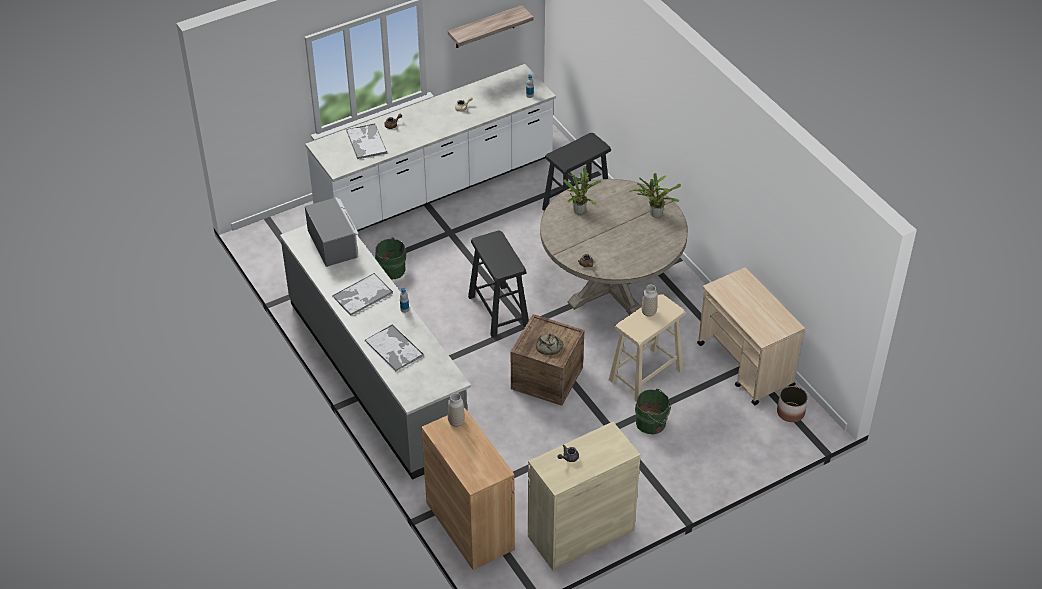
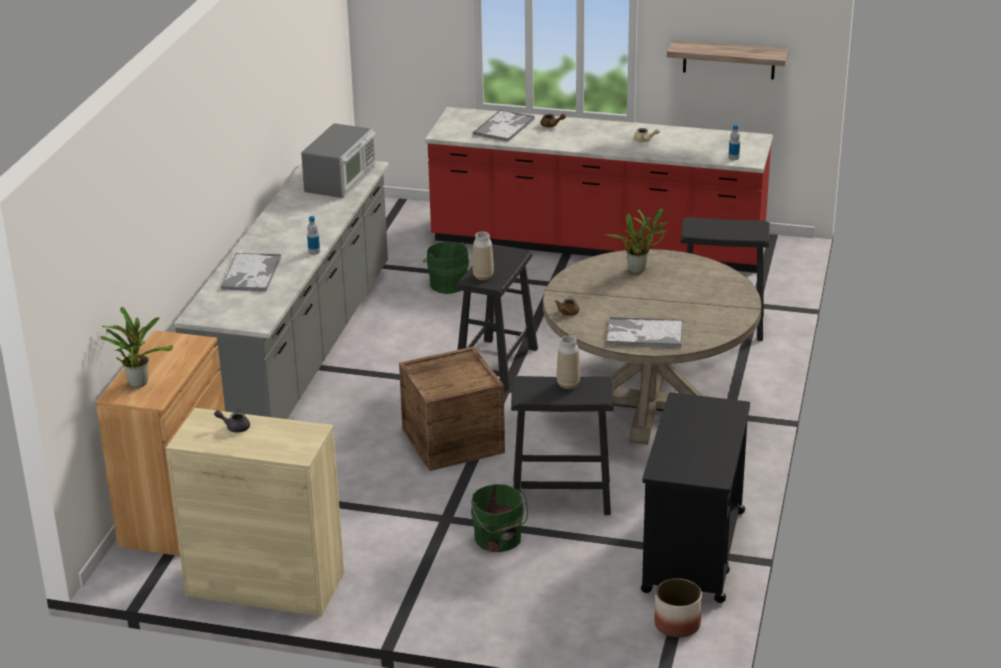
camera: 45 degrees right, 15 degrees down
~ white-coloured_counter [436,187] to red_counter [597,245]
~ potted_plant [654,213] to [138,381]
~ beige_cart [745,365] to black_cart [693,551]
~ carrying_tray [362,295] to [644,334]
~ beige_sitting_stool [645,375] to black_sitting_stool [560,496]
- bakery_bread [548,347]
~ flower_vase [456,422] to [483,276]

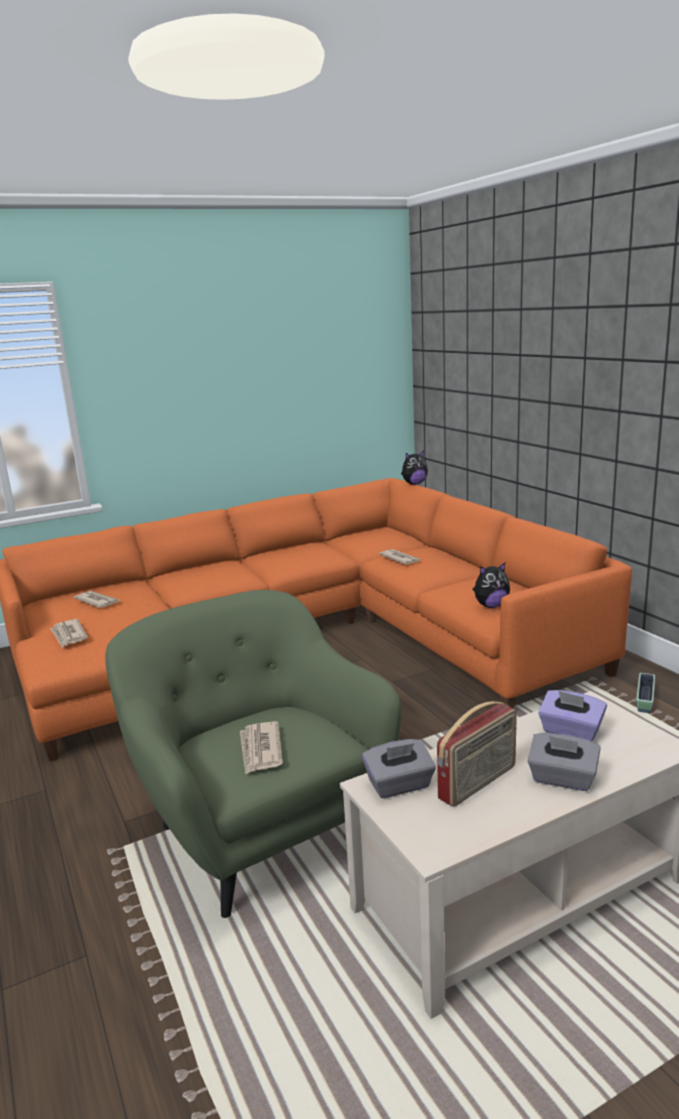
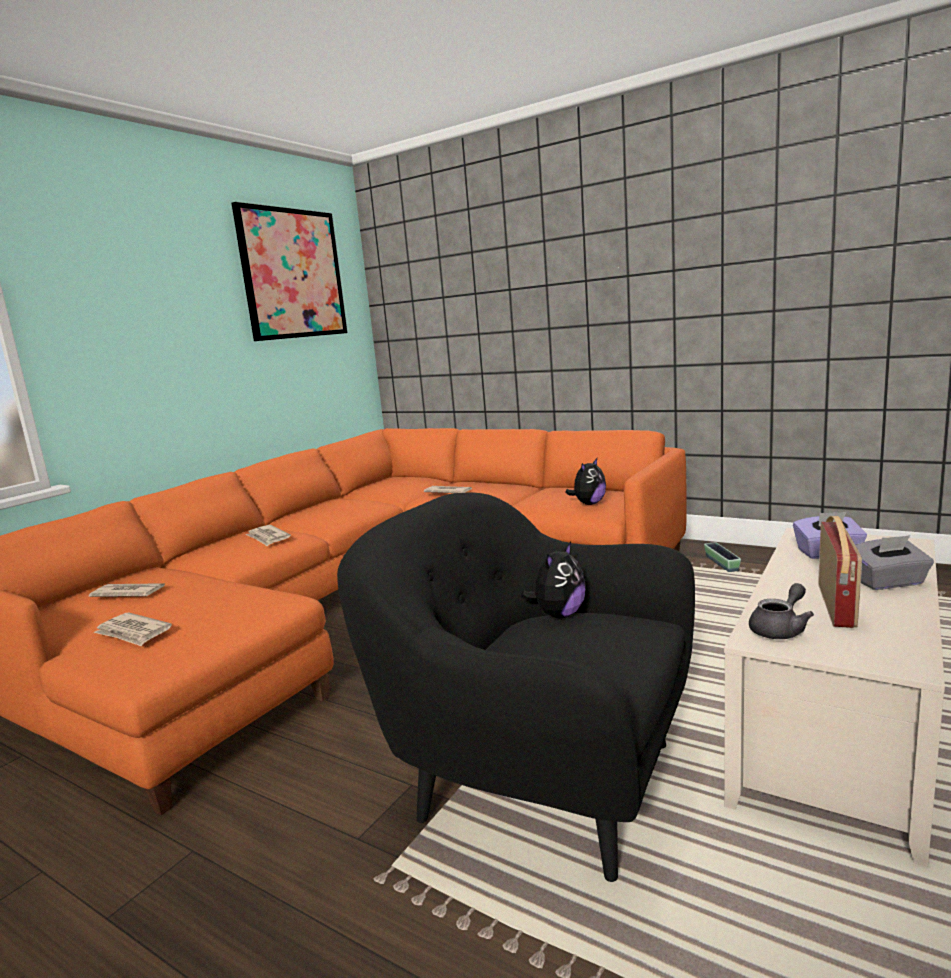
camera: 30 degrees left, 5 degrees down
~ soft_toy [414,484] to [558,614]
~ greenish_armchair [260,830] to black_armchair [538,778]
~ newspaper [260,750] to [268,537]
~ greyish_box_of_tissues [399,785] to greyish_pot_for_tea [780,629]
+ picture [292,274]

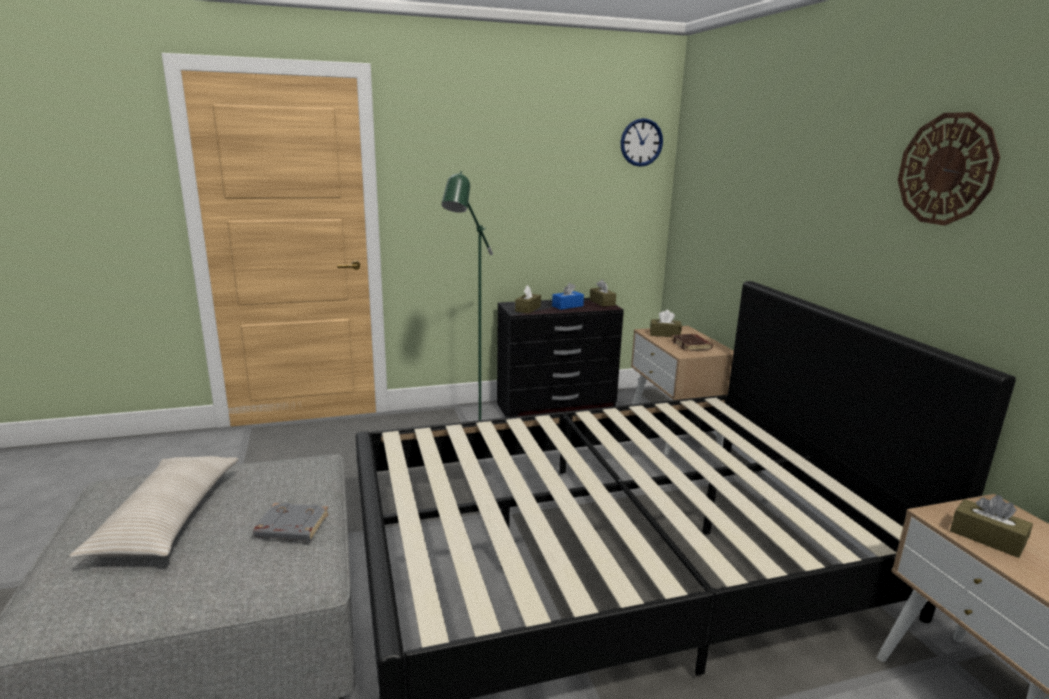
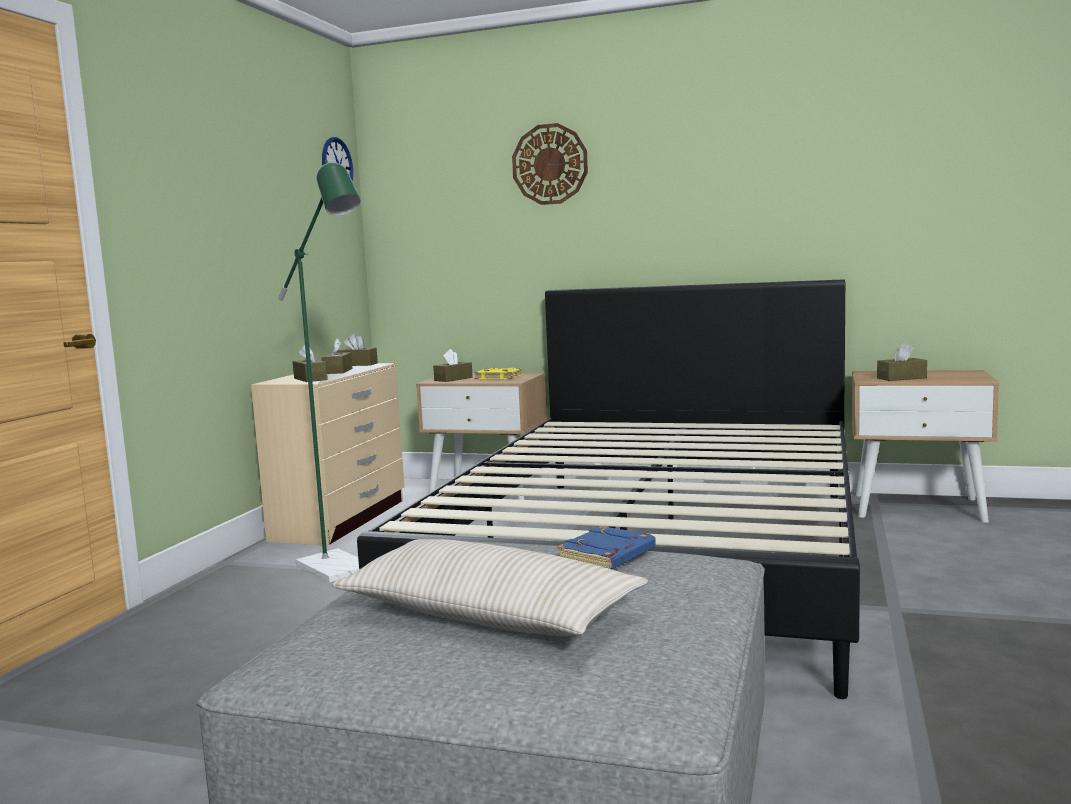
camera: 55 degrees left, 10 degrees down
~ wall_clock [946,169] to [550,164]
~ blue-coloured_box_of_tissues [567,306] to brownish_box_of_tissues [338,371]
~ black_drawer_chest [556,407] to beige_drawer_chest [342,519]
~ brownish_book [691,345] to yellow_book [499,377]
~ greyish_book [291,528] to blue-coloured_book [607,556]

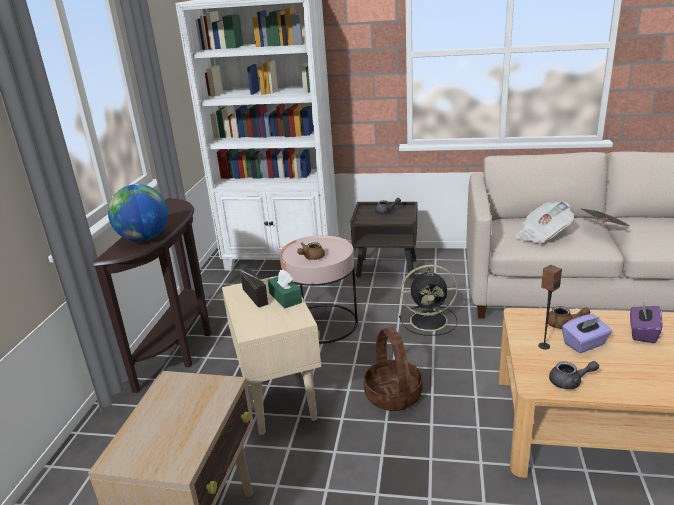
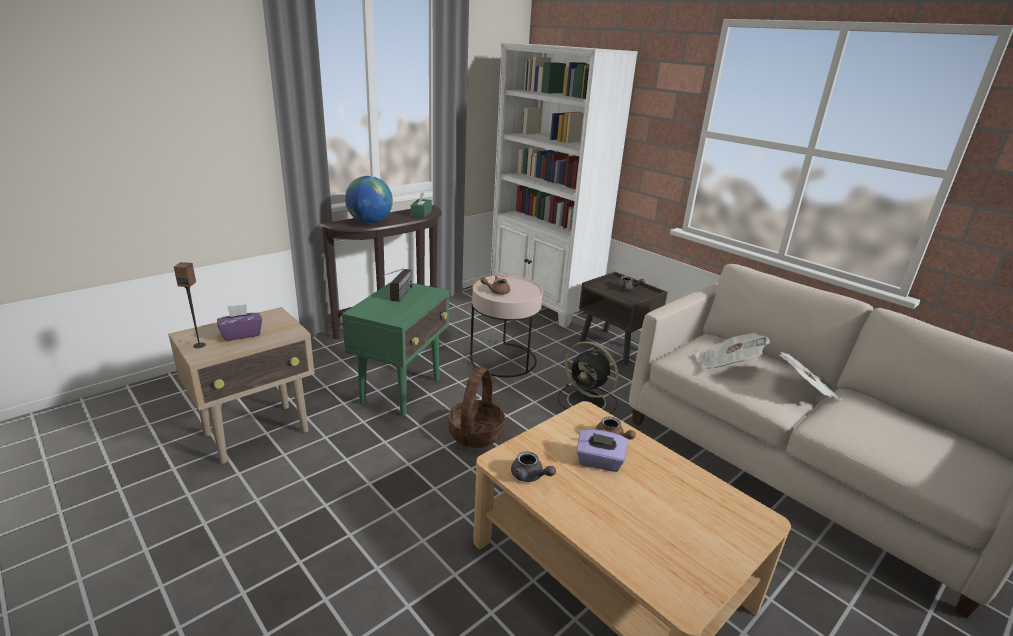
camera: 35 degrees right, 0 degrees up
~ loudspeaker [543,346] to [199,345]
~ greenish_box_of_tissues [285,298] to [421,213]
~ beige_end_table [279,399] to greenish_end_table [402,390]
~ purple-coloured_box_of_tissues [642,333] to [241,334]

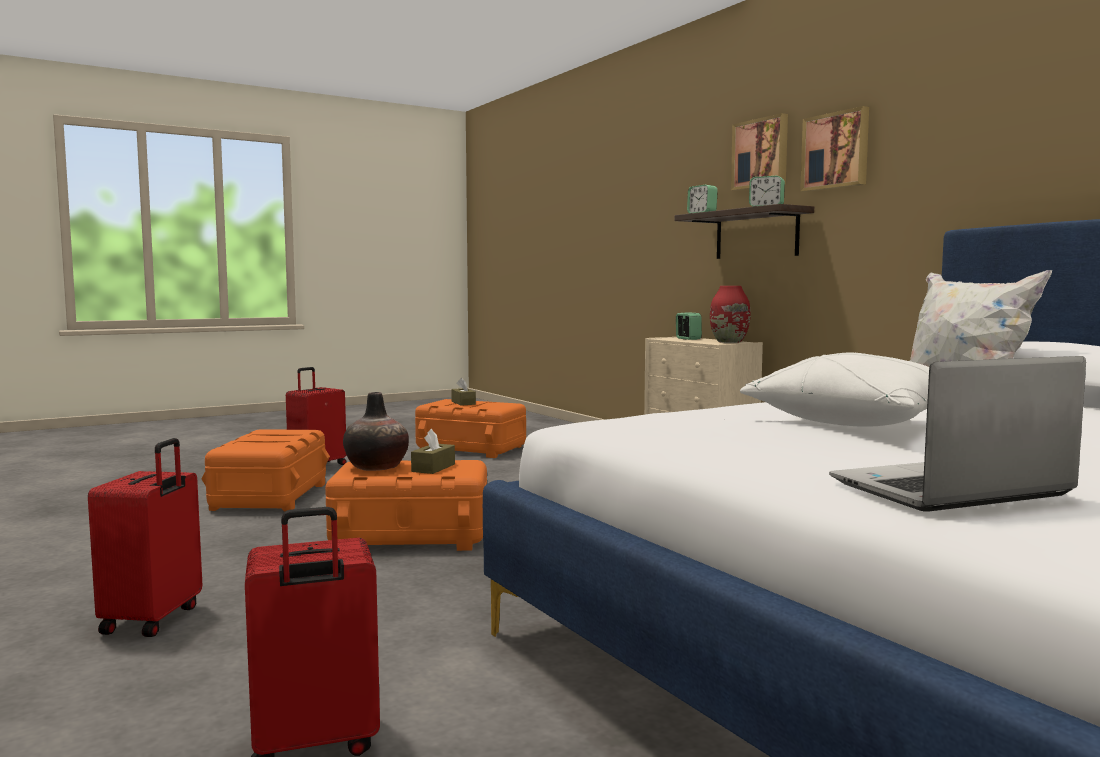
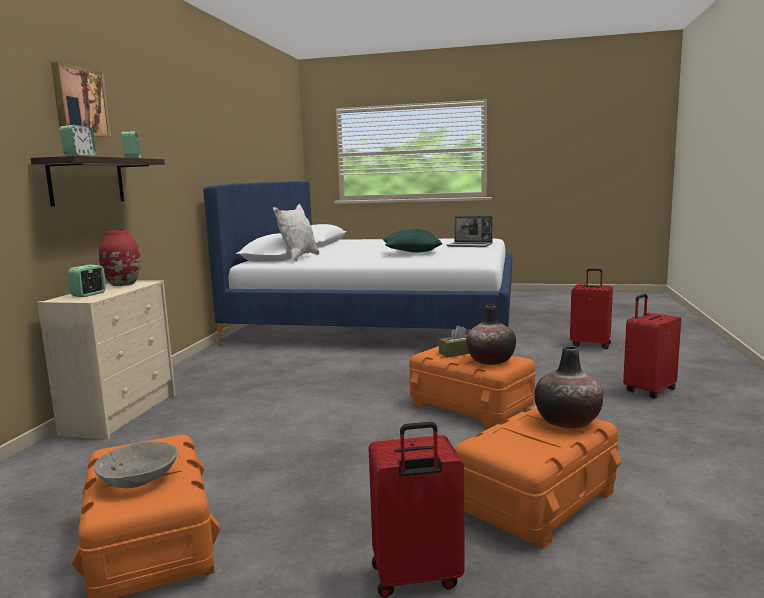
camera: 135 degrees left, 5 degrees up
- picture [836,151]
~ white-coloured_throw_pillow [853,420] to greenish_throw_pillow [411,252]
~ brownish_box_of_tissues [463,403] to greyish_bowl [139,479]
+ flower_vase [567,421]

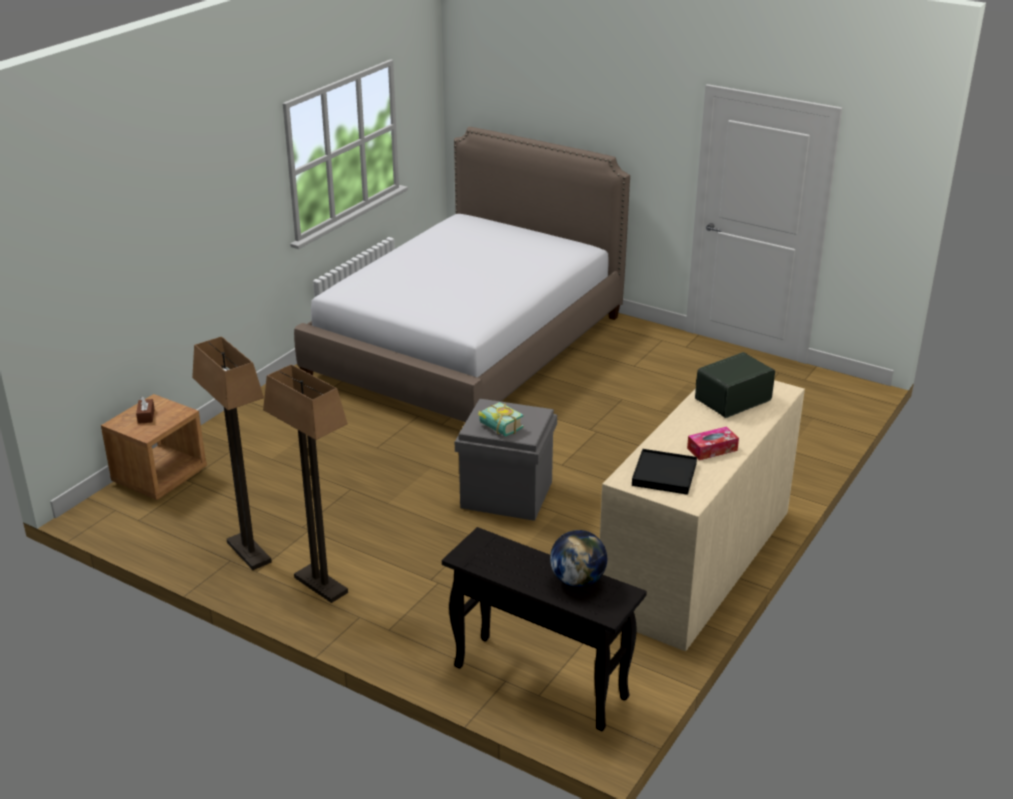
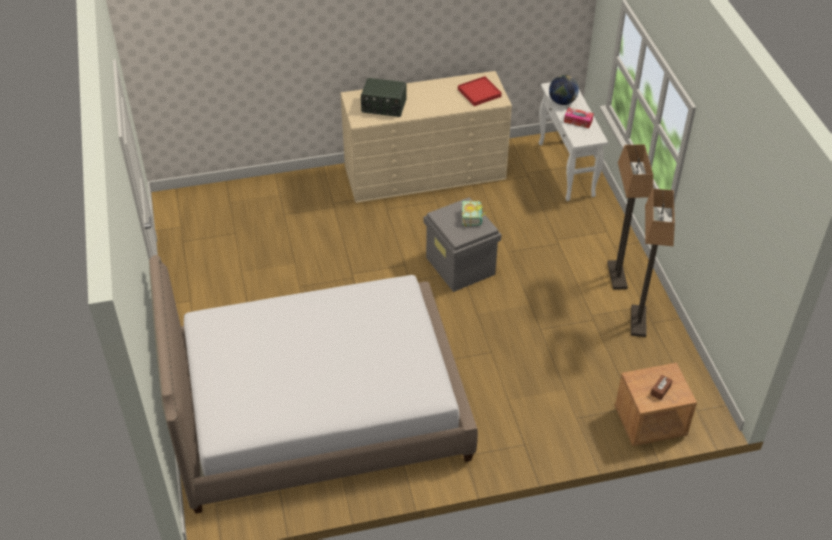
camera: 135 degrees left, 15 degrees up
~ box_of_tissues [712,449] to [578,121]
~ black_carrying_tray [664,474] to red_carrying_tray [479,93]
~ black_hall_table [538,682] to white-coloured_hall_table [566,170]

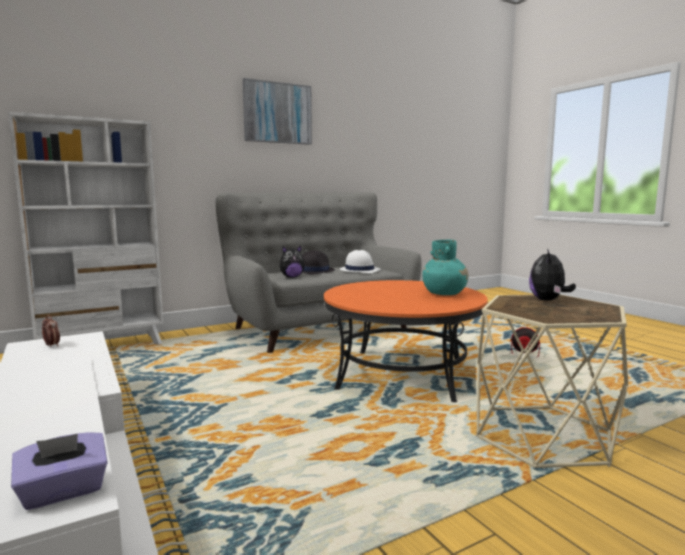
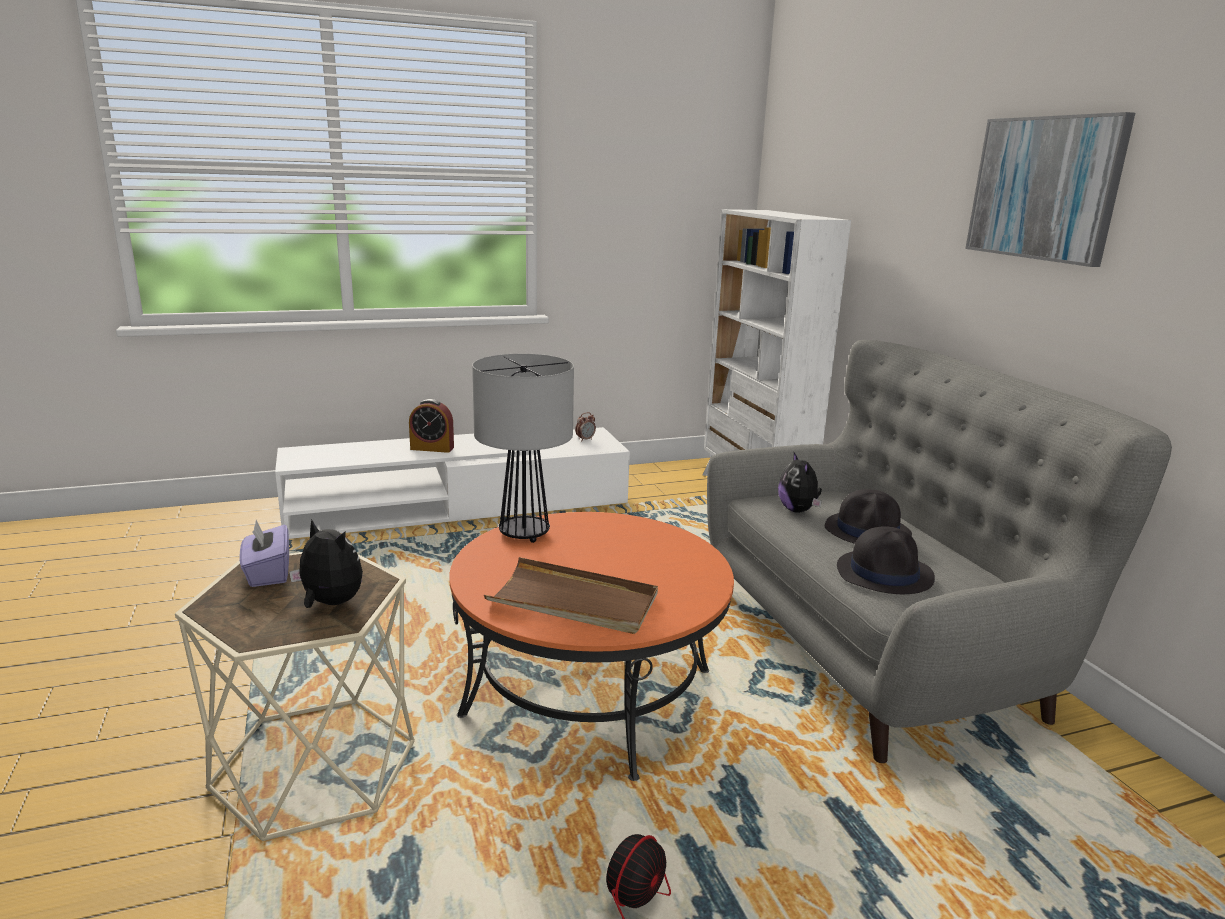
camera: 100 degrees right, 10 degrees up
~ blue-green_flower_vase [444,294] to brownish_carrying_tray [574,601]
~ white-coloured_clothing_hat [359,270] to black_clothing_hat [885,573]
~ purple-coloured_box_of_tissues [63,492] to [268,573]
+ lamp_for_a_table [524,533]
+ table_clock [432,448]

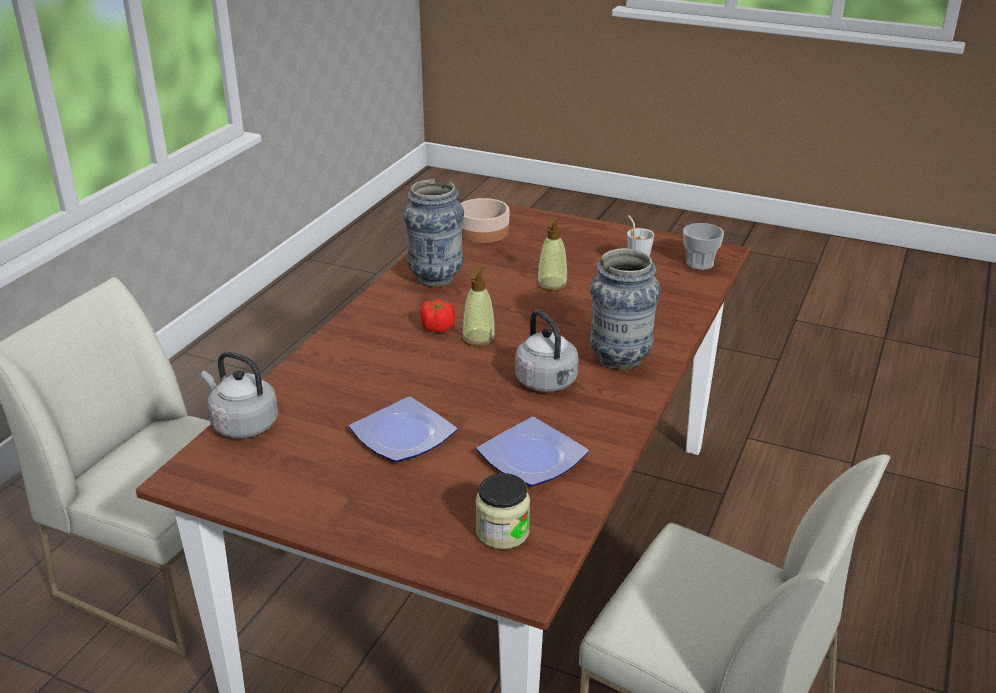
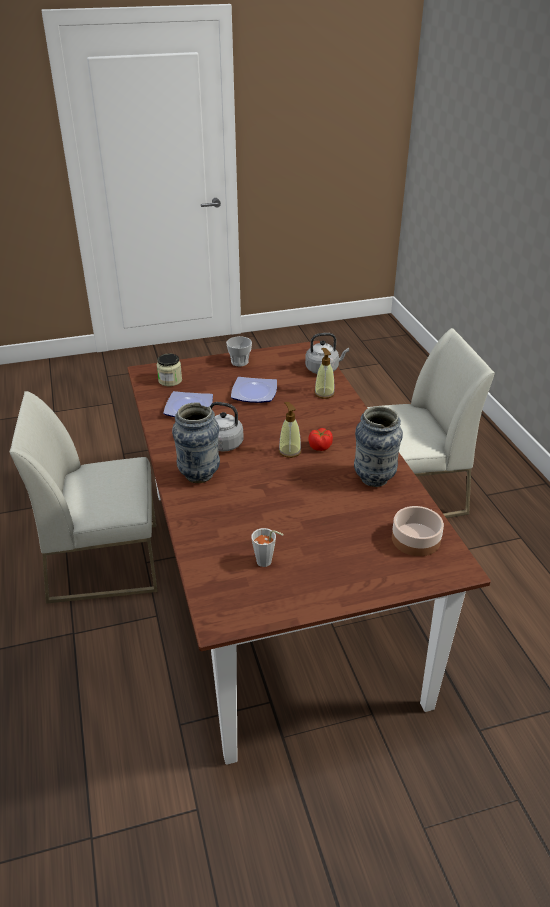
camera: 140 degrees right, 5 degrees up
~ soap_dispenser [552,285] to [324,393]
~ small_cup [699,263] to [239,362]

